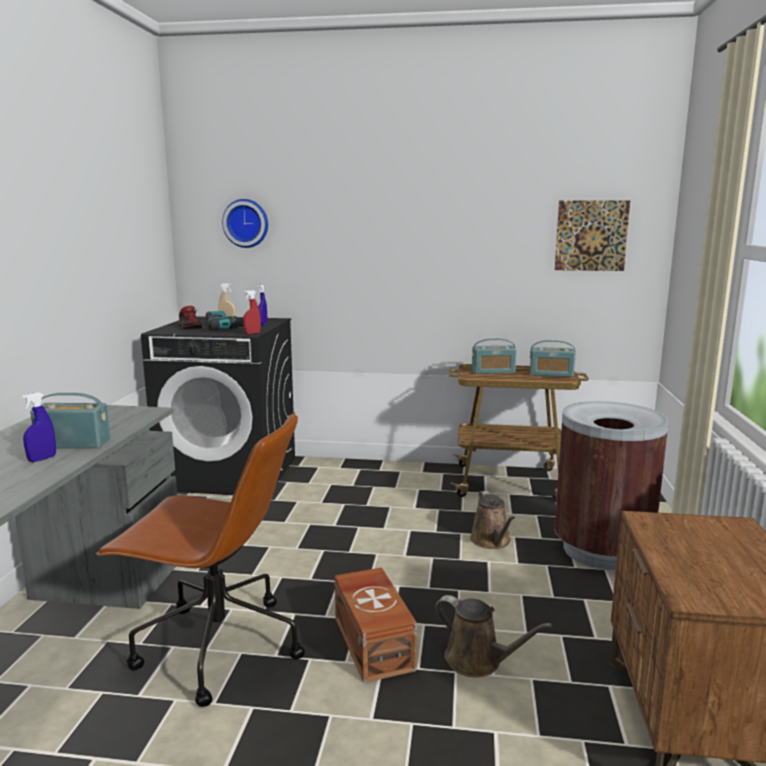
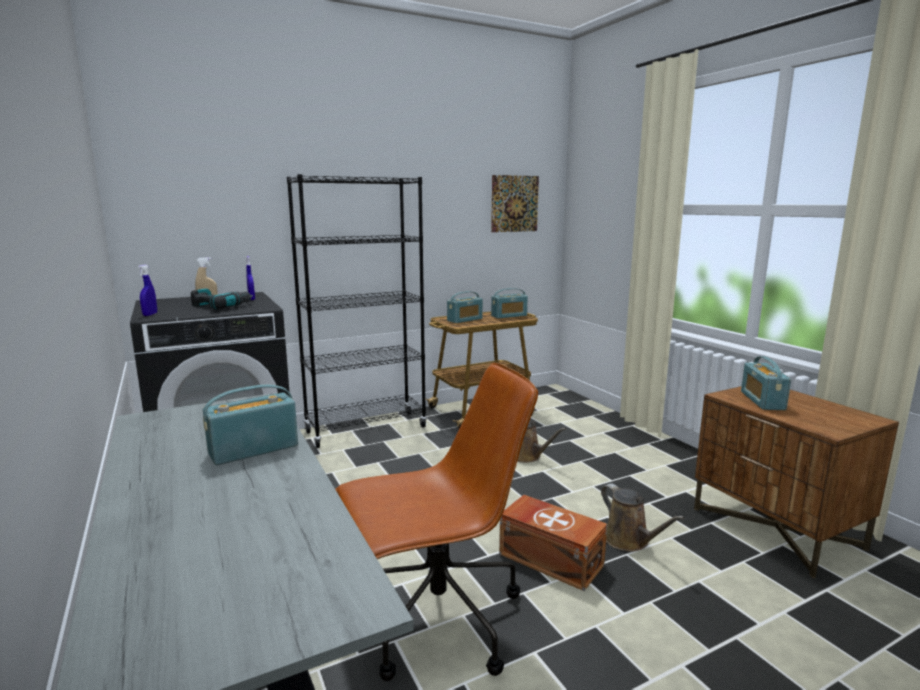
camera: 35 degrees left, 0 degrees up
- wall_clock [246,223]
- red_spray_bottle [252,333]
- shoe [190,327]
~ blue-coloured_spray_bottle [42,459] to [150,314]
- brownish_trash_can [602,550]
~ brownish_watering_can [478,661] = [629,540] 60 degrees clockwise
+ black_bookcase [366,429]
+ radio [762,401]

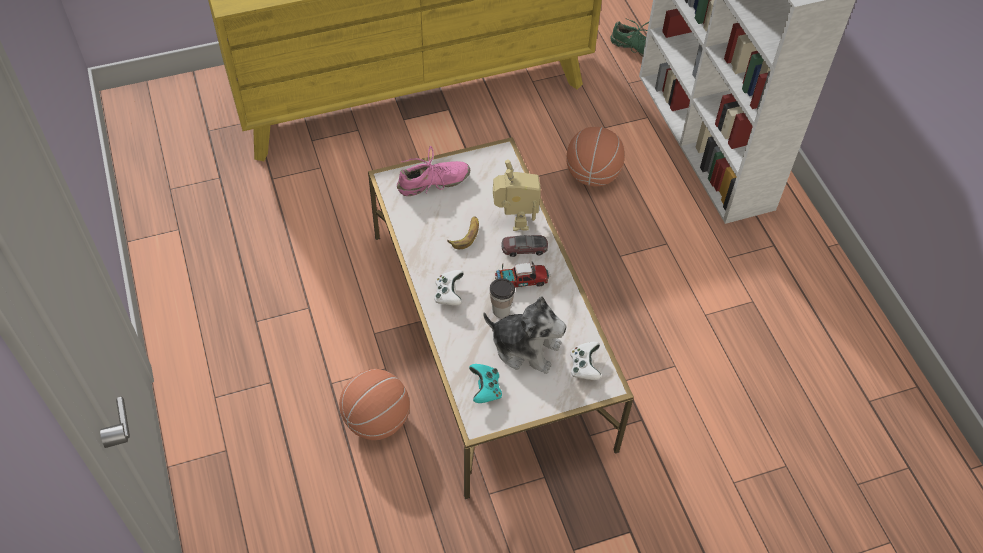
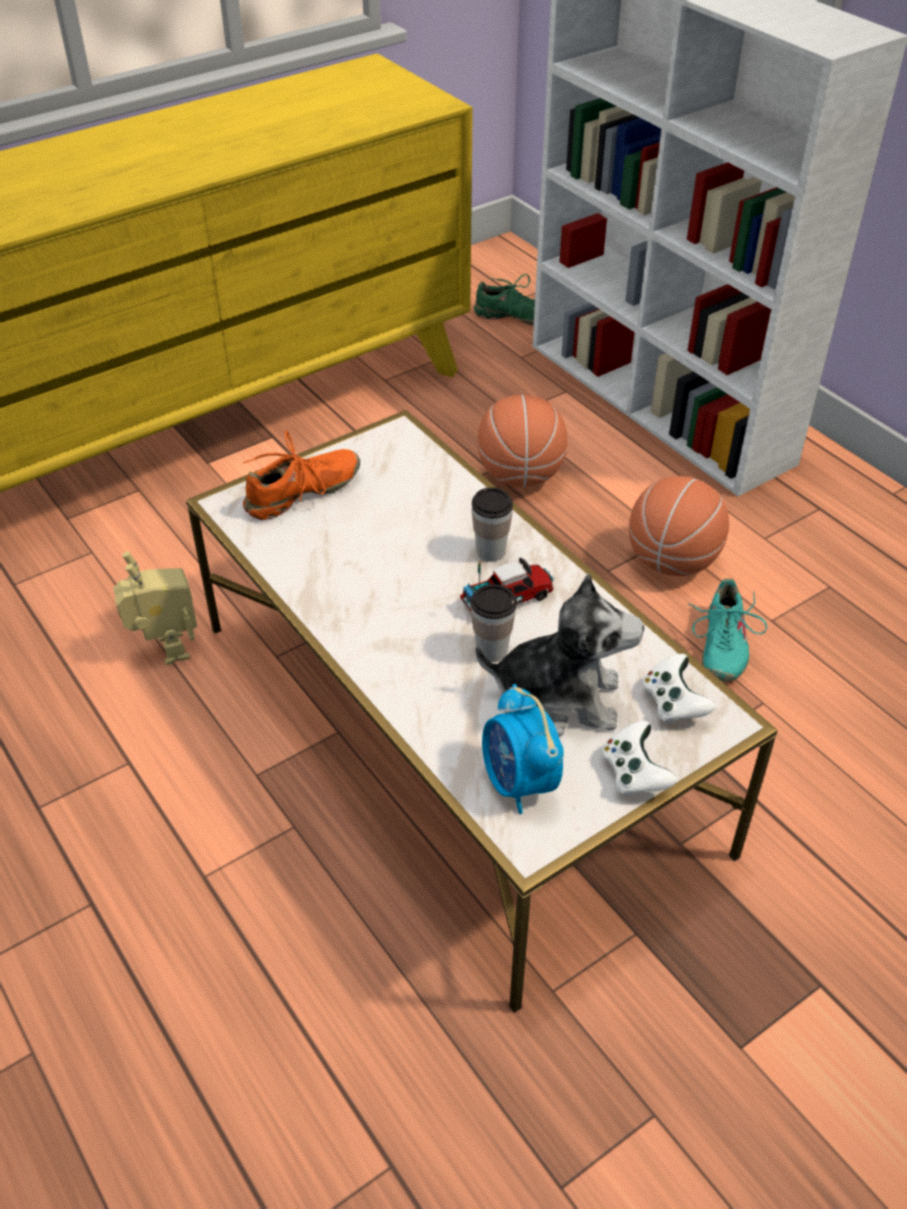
camera: 15 degrees left, 10 degrees down
~ pinkish_shoe [433,183] to orange-coloured_shoe [303,493]
~ toy_robot [514,220] to [166,650]
- banana [466,235]
~ miniature_car [524,248] to small_cup [490,551]
~ white-coloured_gamepad [449,294] to [634,774]
~ blue-green_gamepad [485,389] to table_clock [519,783]
~ ball_for_basketball [377,420] to [672,561]
+ blue-green_shoe [721,646]

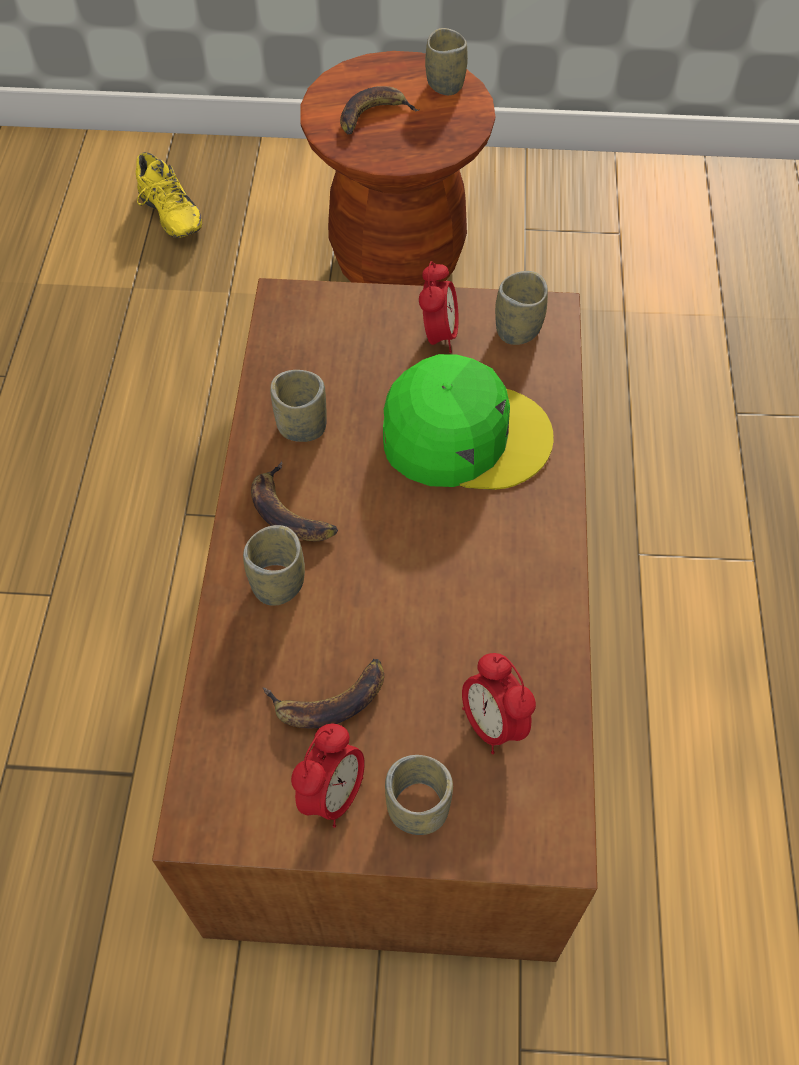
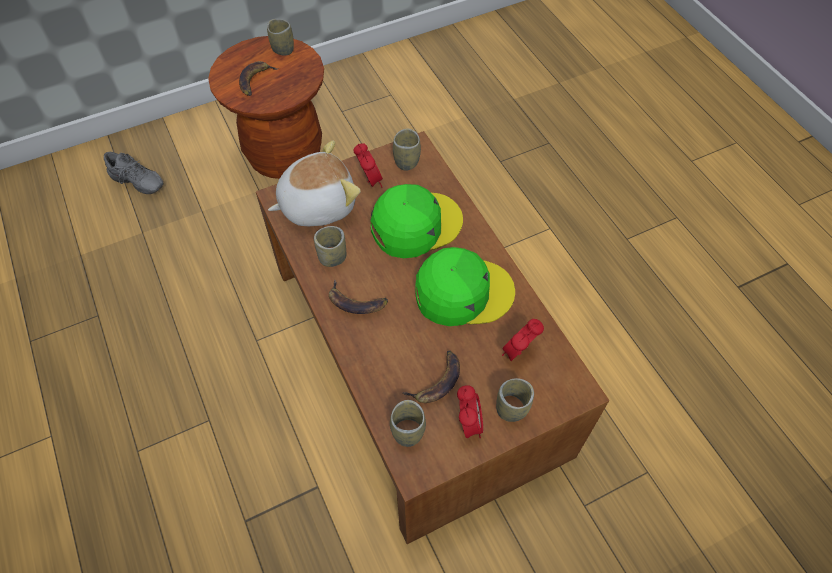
camera: 30 degrees left, 0 degrees up
~ yellow_shoe [167,216] to greyish_shoe [136,184]
~ small_cup [278,584] to [408,432]
~ table_clock [492,723] = [518,352] 105 degrees clockwise
+ soft_toy [317,204]
+ greenish_peaked_cap [462,292]

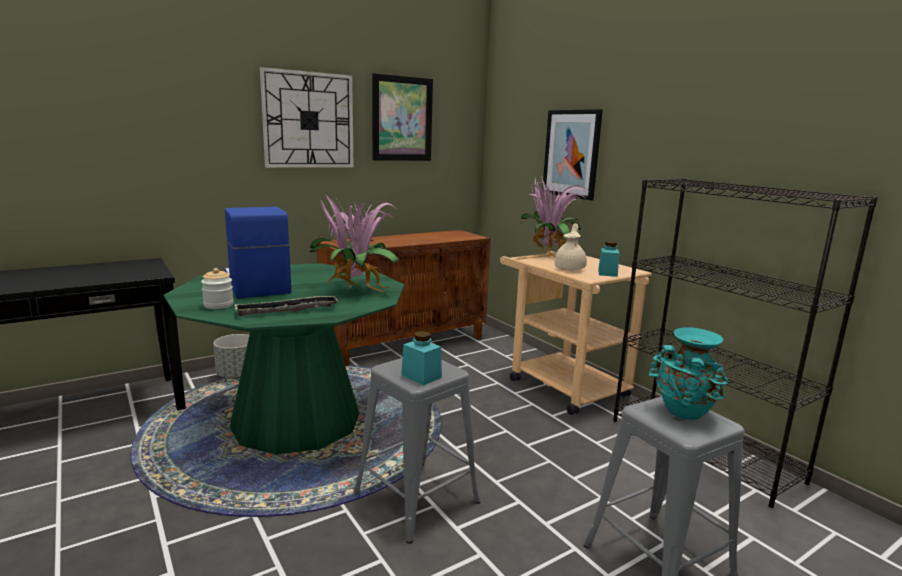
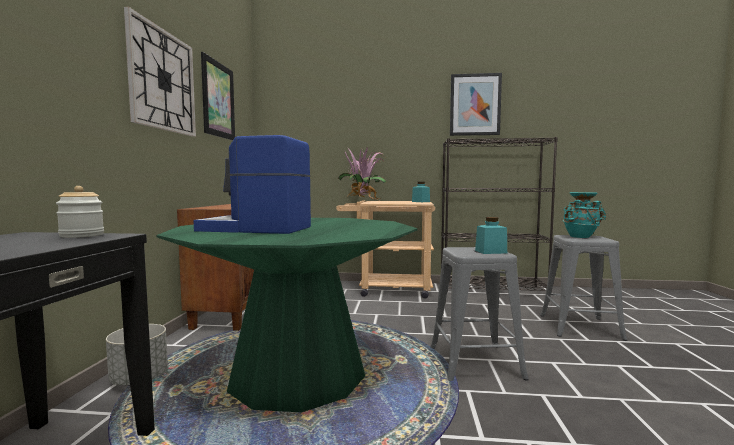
camera: 50 degrees left, 10 degrees down
~ picture [571,154] to [475,105]
- potted_plant [354,289]
- beige_pot_for_tea [570,268]
~ storage_jar [218,305] to [82,235]
- carrying_tray [287,310]

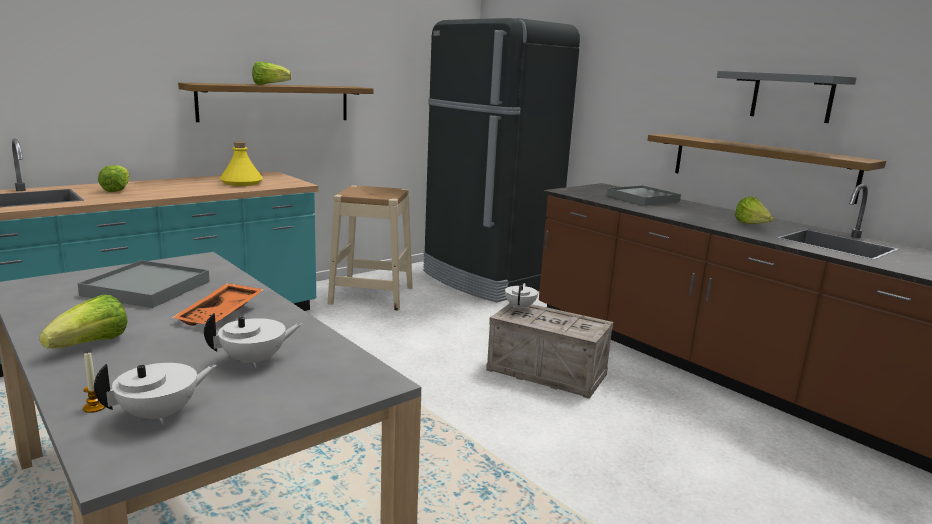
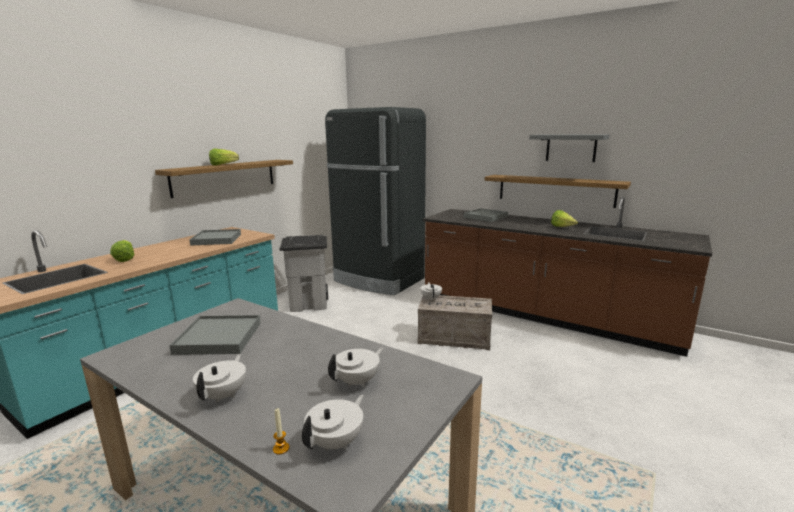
camera: 15 degrees left, 0 degrees up
~ yellow_bottle [242,182] to greyish_carrying_tray [217,239]
~ beige_sitting_stool [372,295] to greyish_trash_can [309,304]
- orange-coloured_carrying_tray [222,314]
~ lettuce [91,344] to white-coloured_pot_for_tea [224,395]

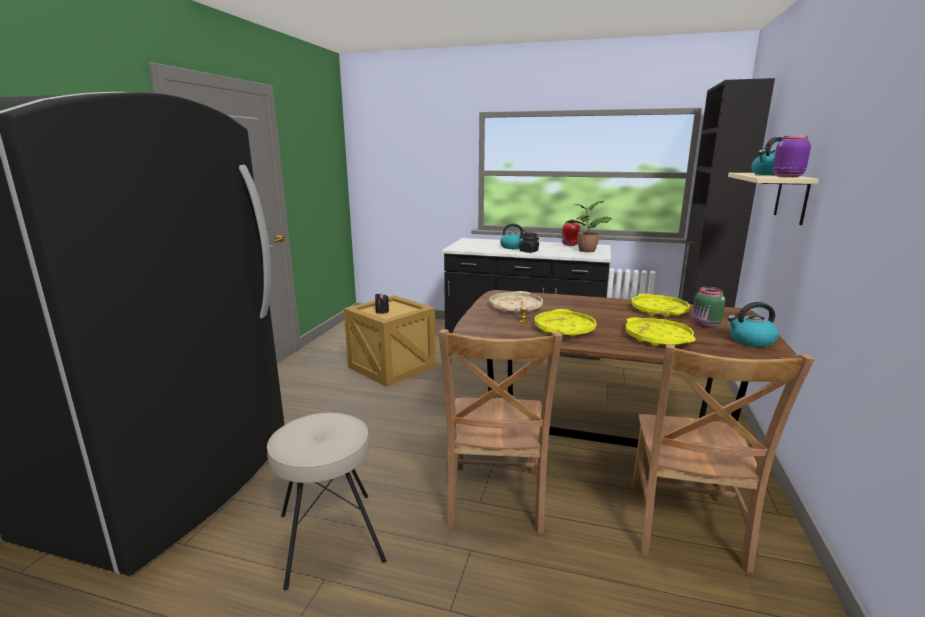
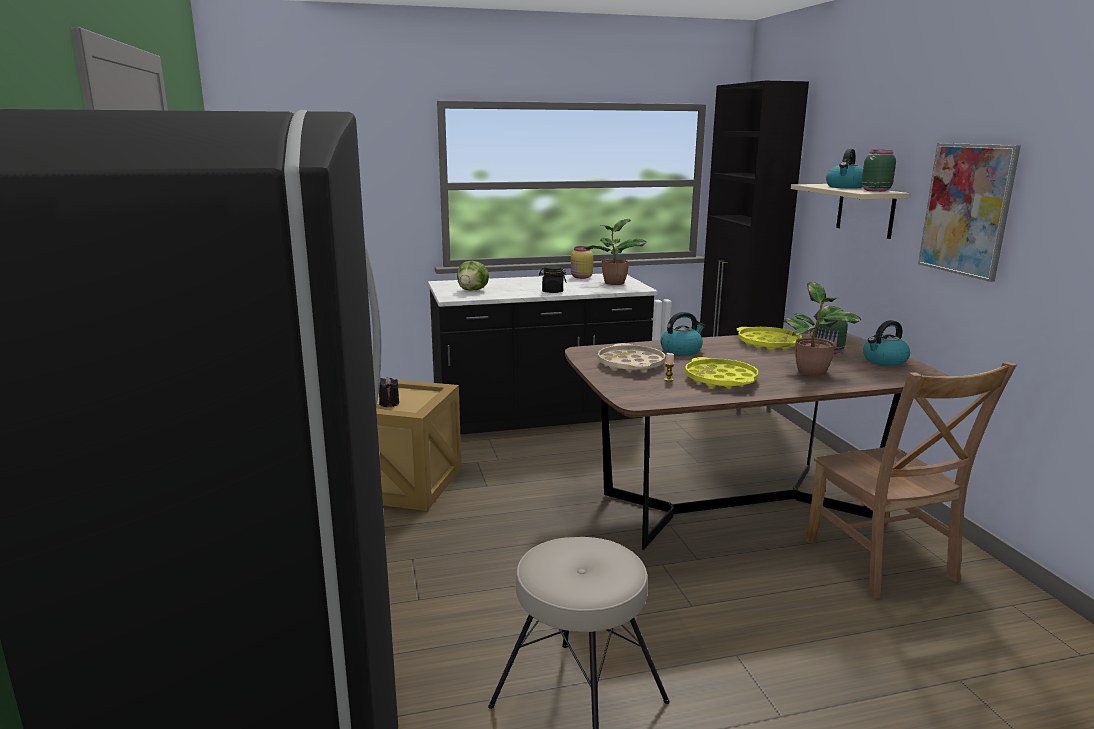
camera: 30 degrees left, 0 degrees up
~ purple-coloured_storage_jar [786,176] to greenish_storage_jar [875,190]
~ red_storage_jar [569,245] to yellow_storage_jar [581,277]
~ water_kettle [513,247] to [681,350]
~ yellow_carrying_tray [658,337] to potted_plant [813,372]
- brownish_chair [495,500]
+ picture [967,209]
+ lettuce [473,290]

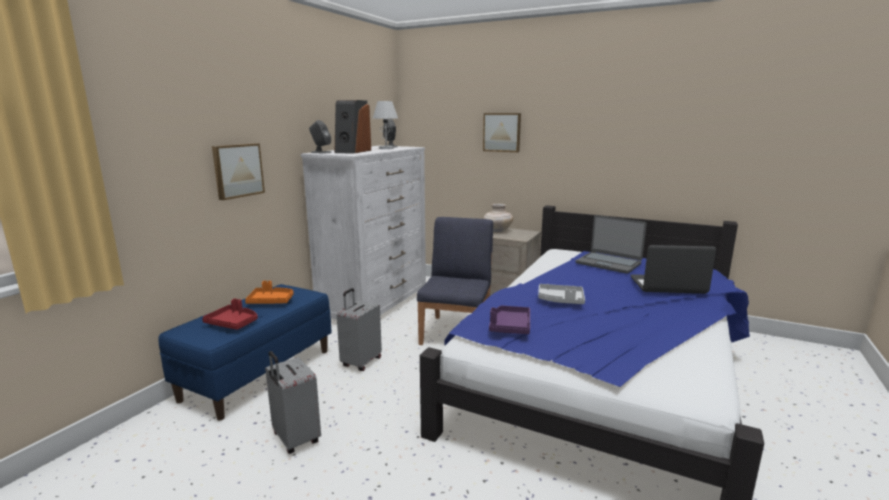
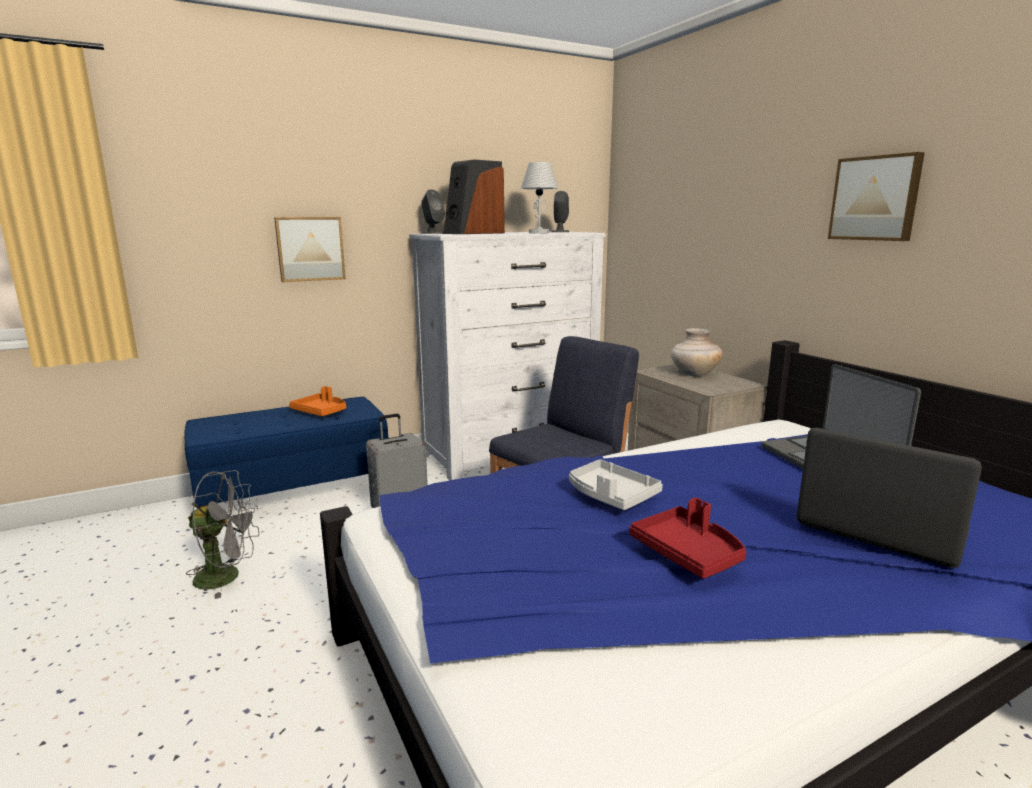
camera: 35 degrees right, 0 degrees up
~ picture [502,132] to [875,198]
~ red_carrying_tray [233,323] to [688,553]
- purple-coloured_carrying_tray [510,326]
~ greyish_piece_of_luggage [295,439] to greyish_electric_fan [227,576]

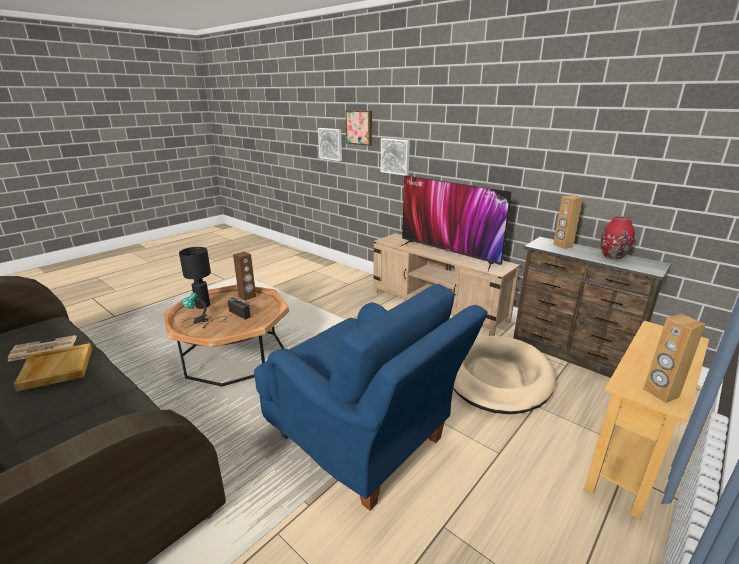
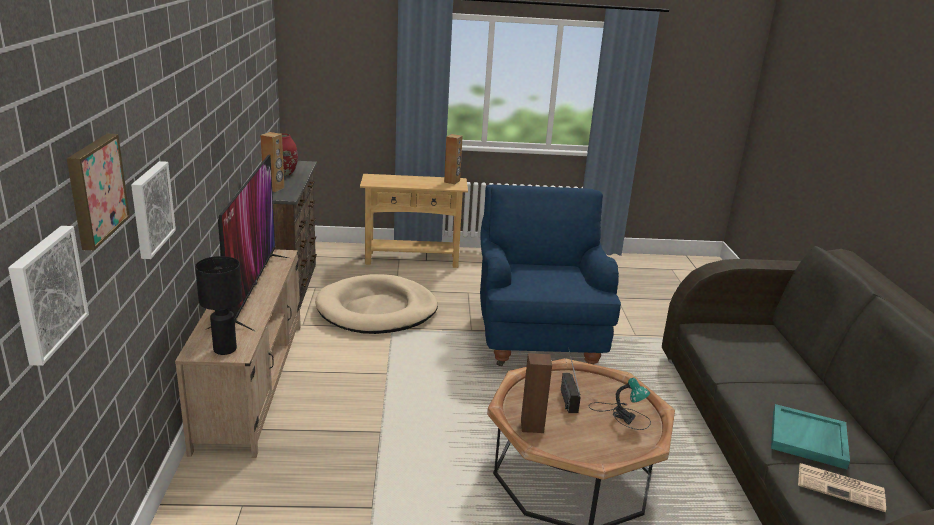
camera: 135 degrees left, 0 degrees up
~ black_lamp_for_a_table [202,306] to [225,349]
~ beige_carrying_tray [56,368] to blue-green_carrying_tray [808,439]

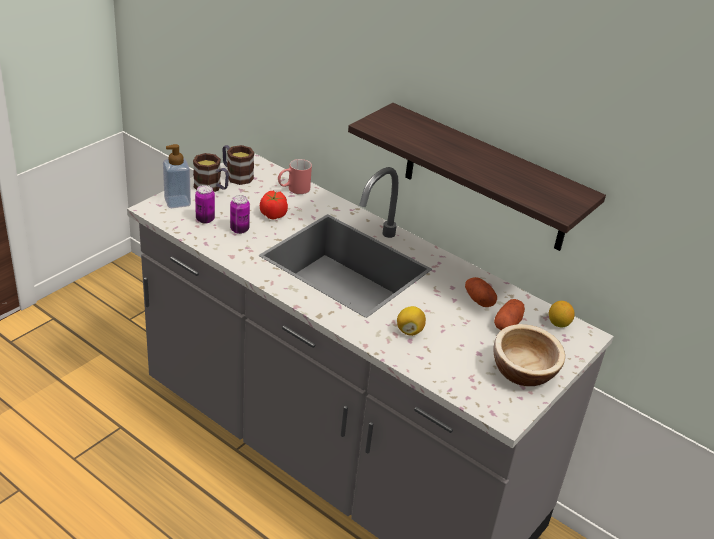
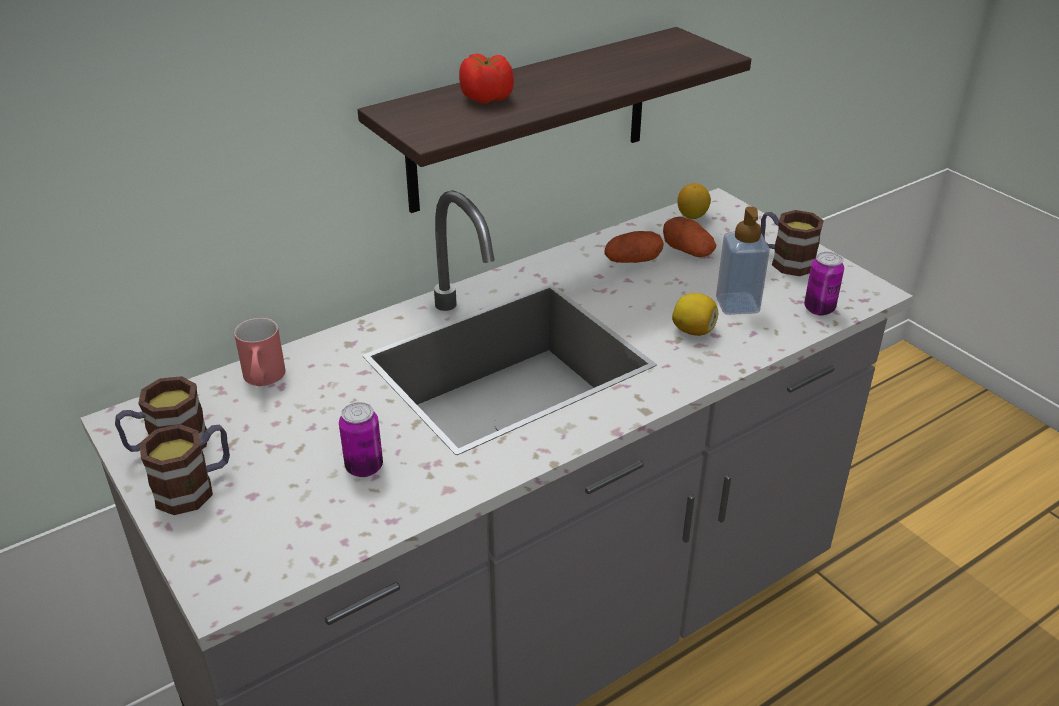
camera: 70 degrees left, 0 degrees up
~ soap_dispenser [177,202] to [737,304]
~ metal_can [205,219] to [819,309]
~ fresh_tomato [273,215] to [487,98]
~ bowl [523,371] to coffee_mug [784,260]

